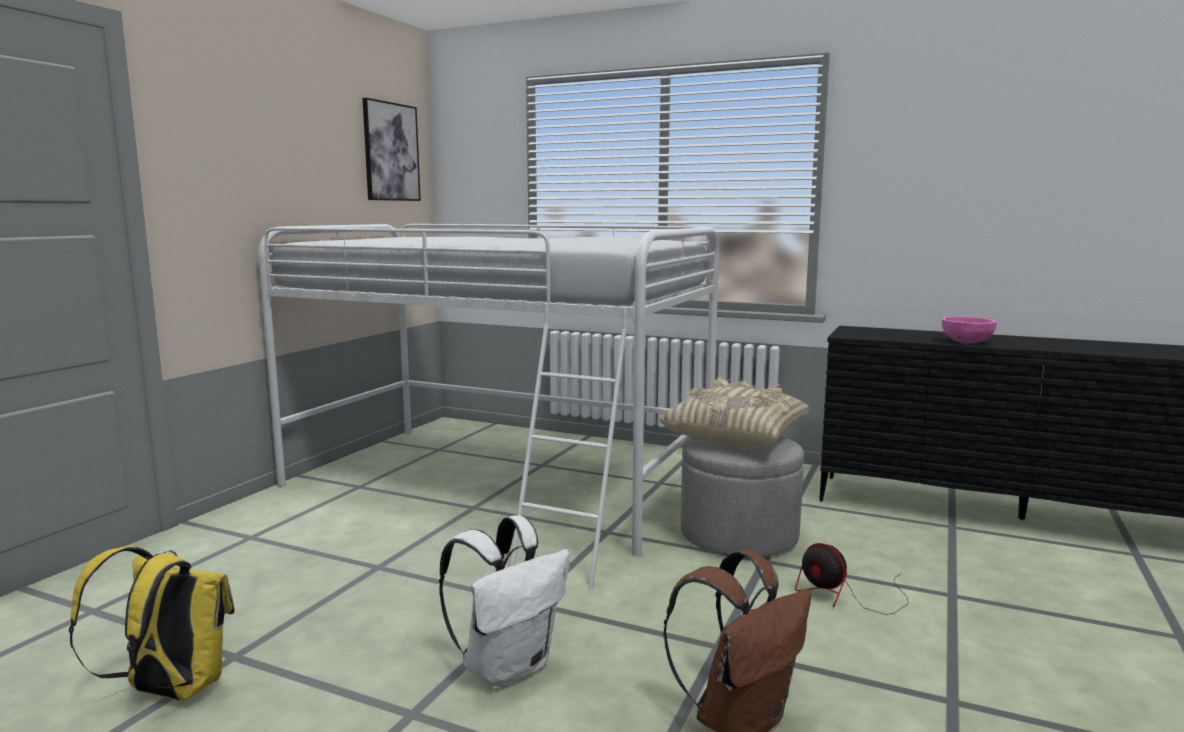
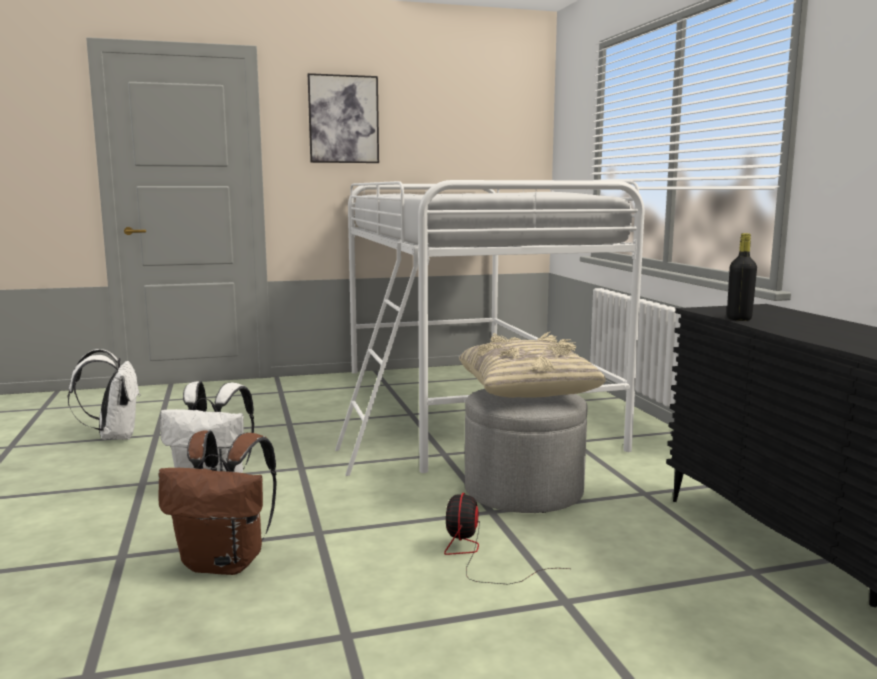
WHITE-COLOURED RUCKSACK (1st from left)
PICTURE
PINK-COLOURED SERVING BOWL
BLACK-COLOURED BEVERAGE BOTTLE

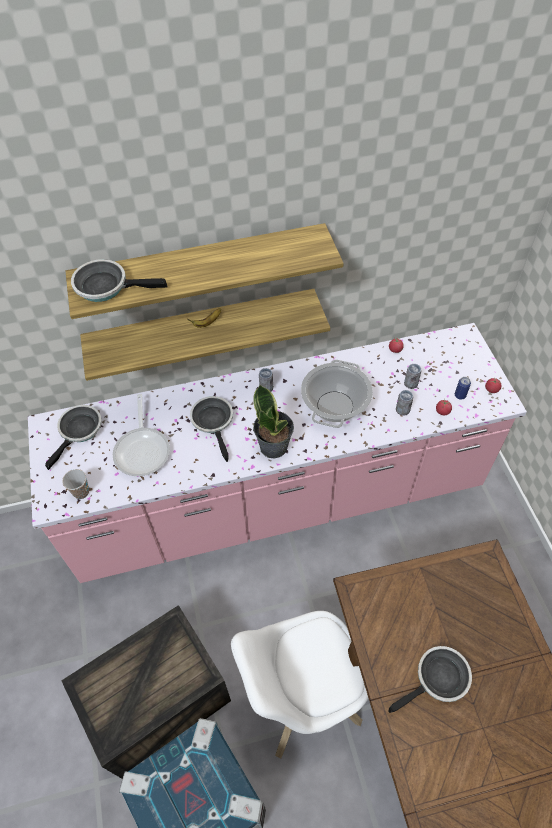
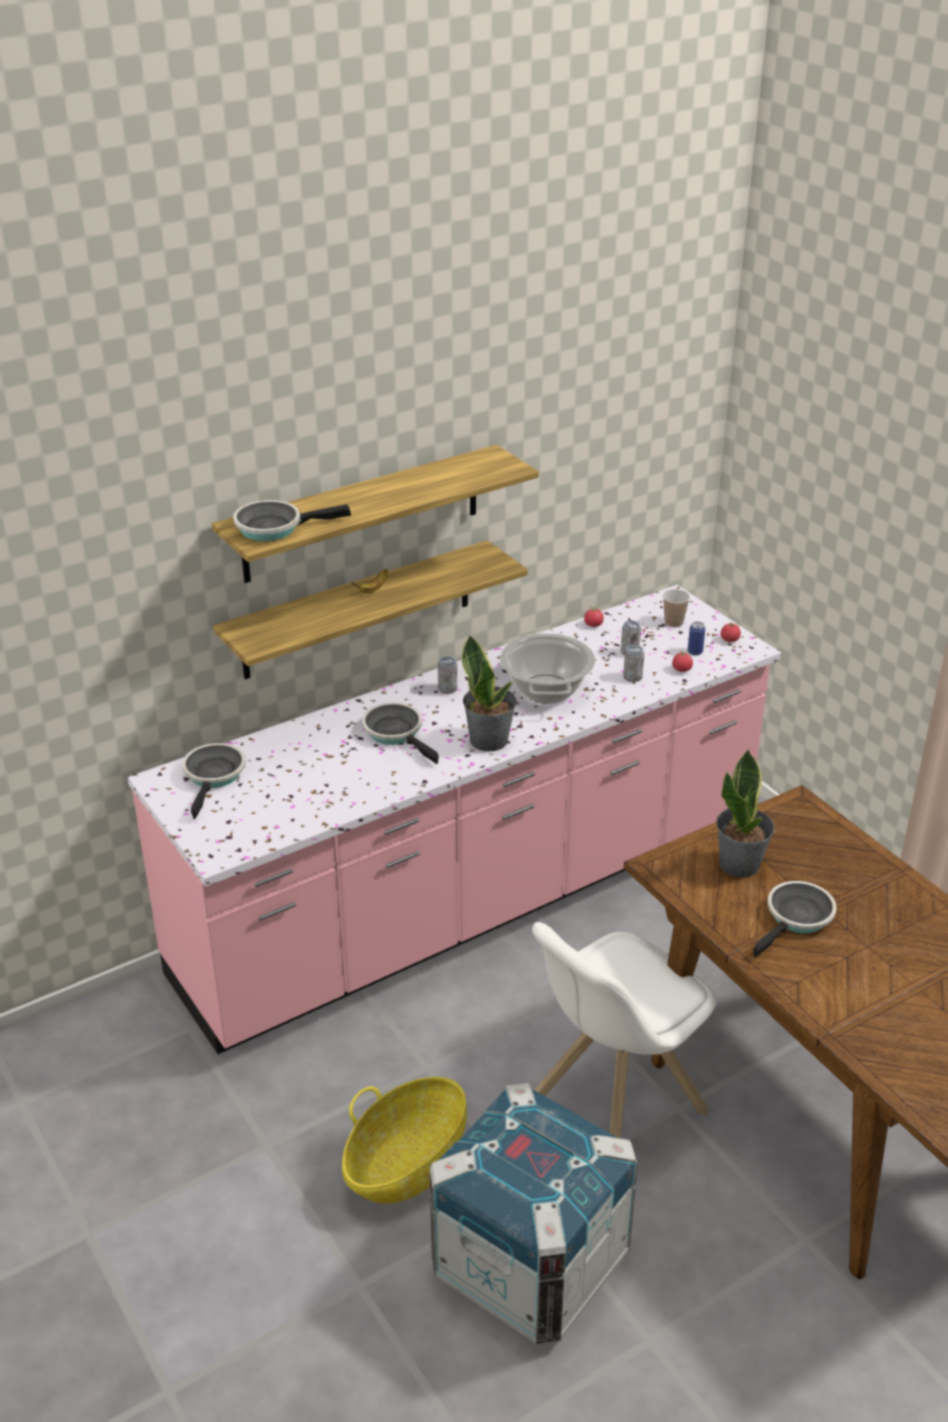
HOUSEHOLD BASKET
CUP
SKILLET (3rd from left in the first image)
PLANT IN A POT (2nd from left)

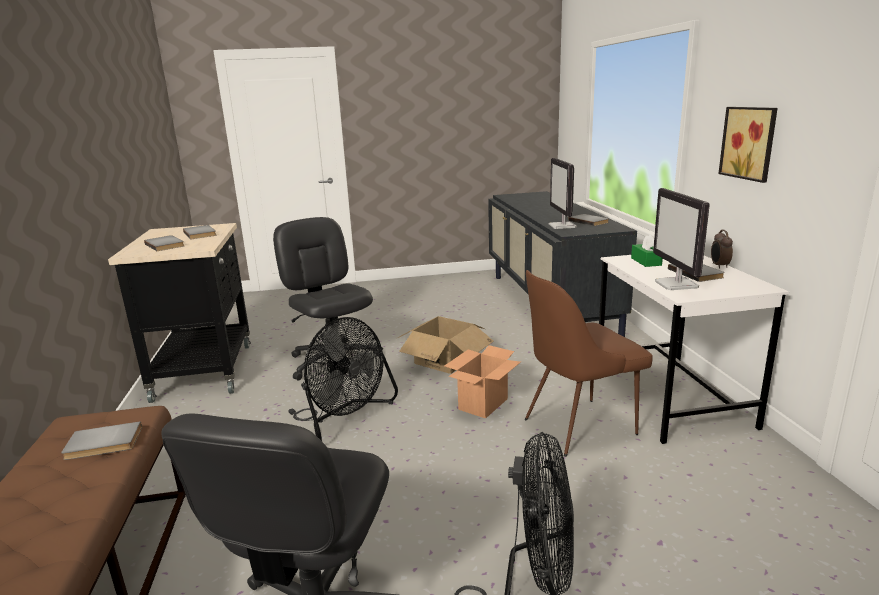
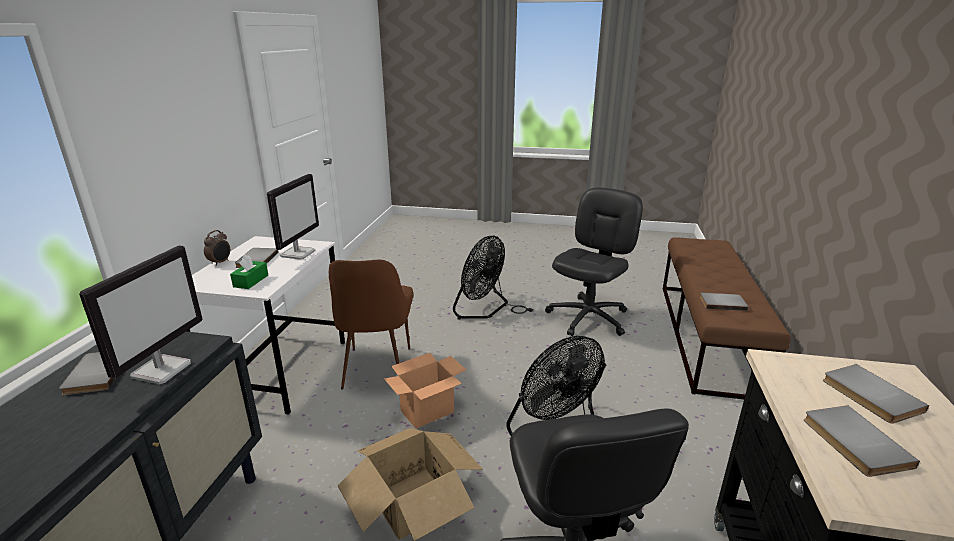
BROWN PLAIN CHAIR
PICTURE

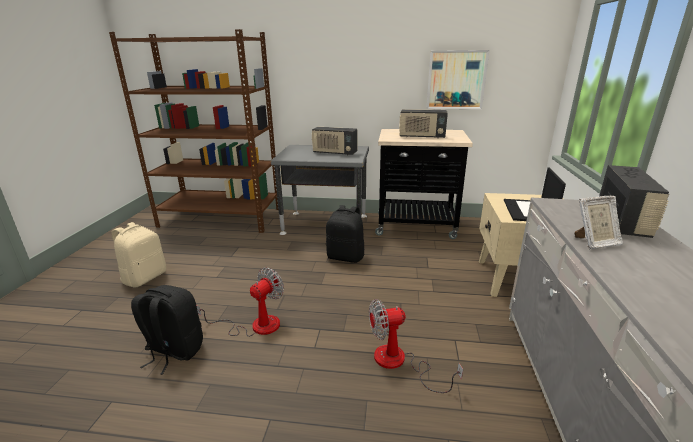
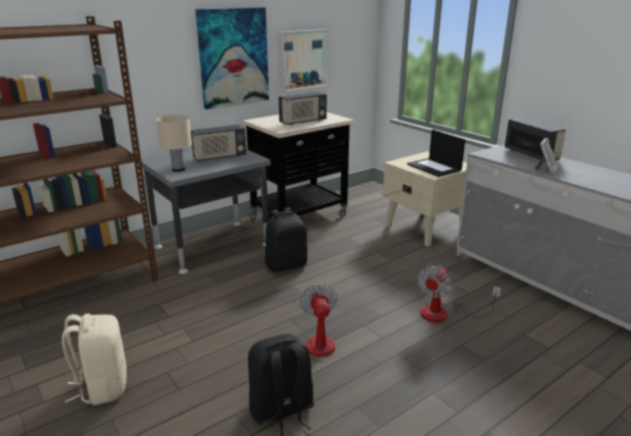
BEIGE TABLE LAMP
PICTURE (1st from left)

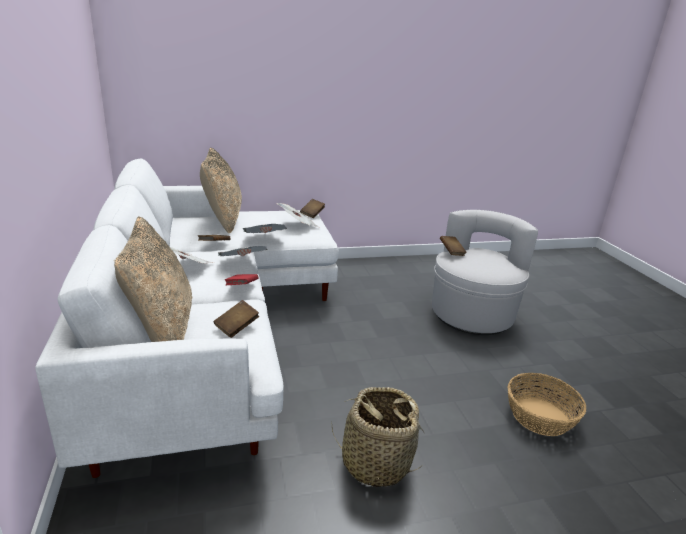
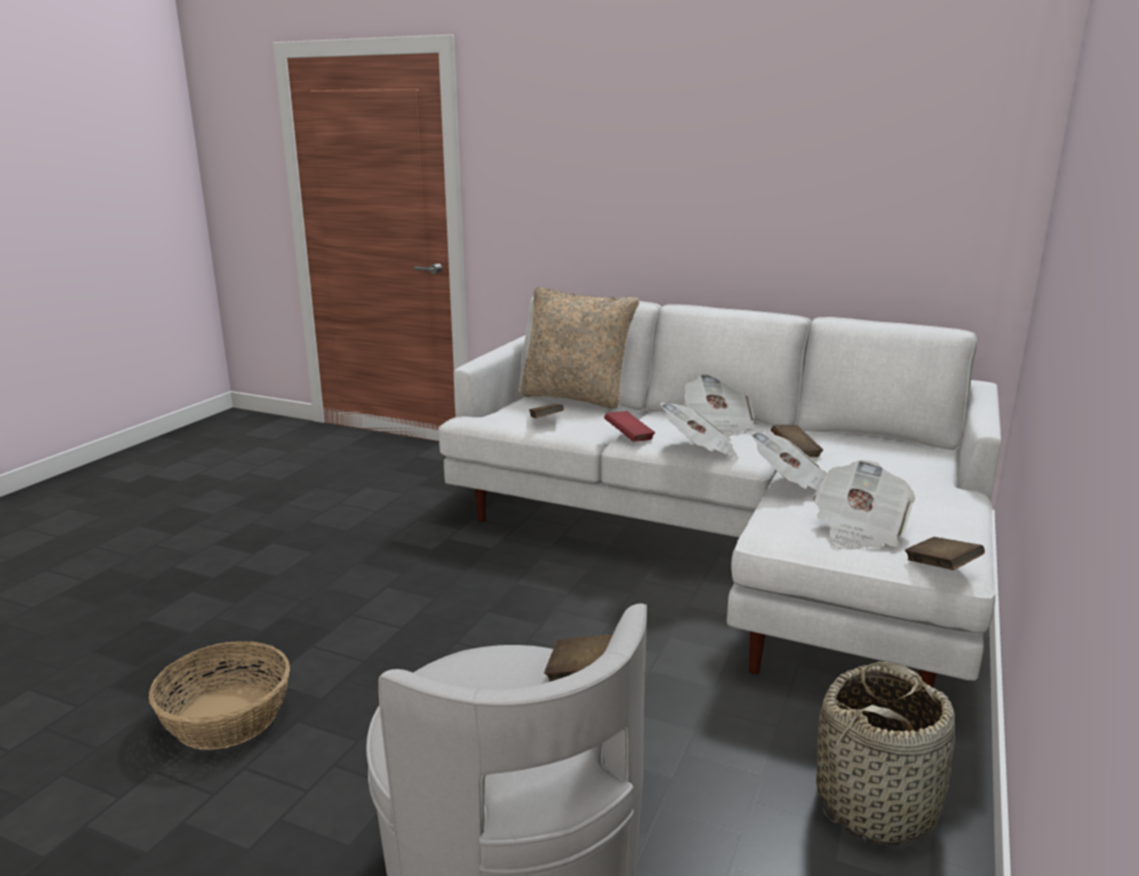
BEIGE CUSHION (2nd from left in the first image)
HOUSEHOLD BASKET (2nd from left)

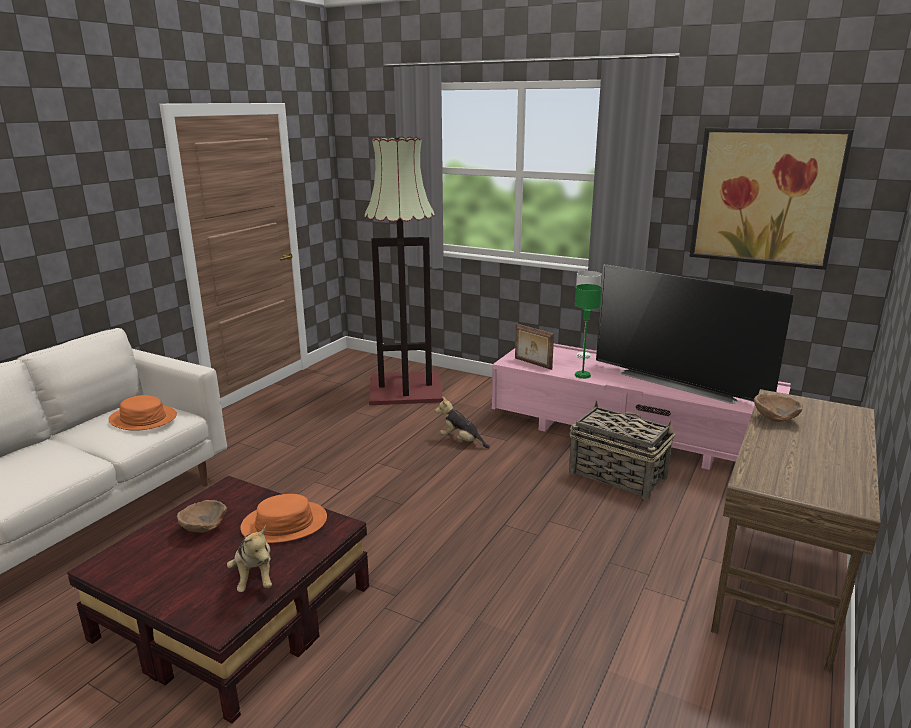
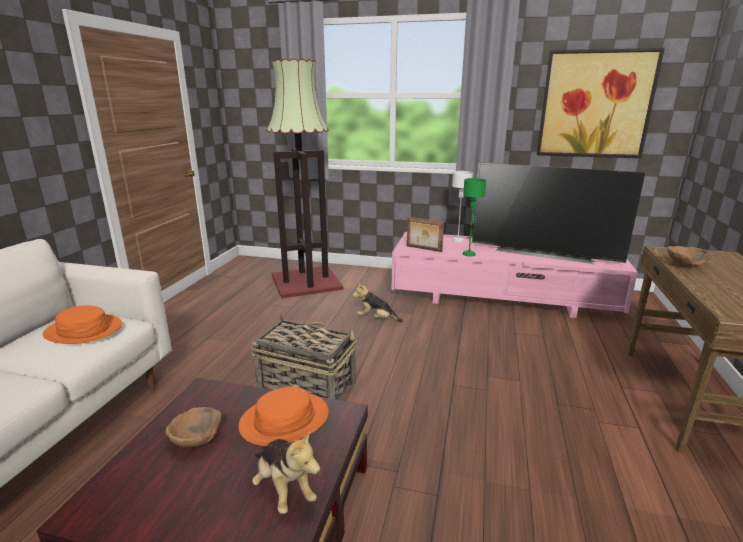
HOUSEHOLD BASKET

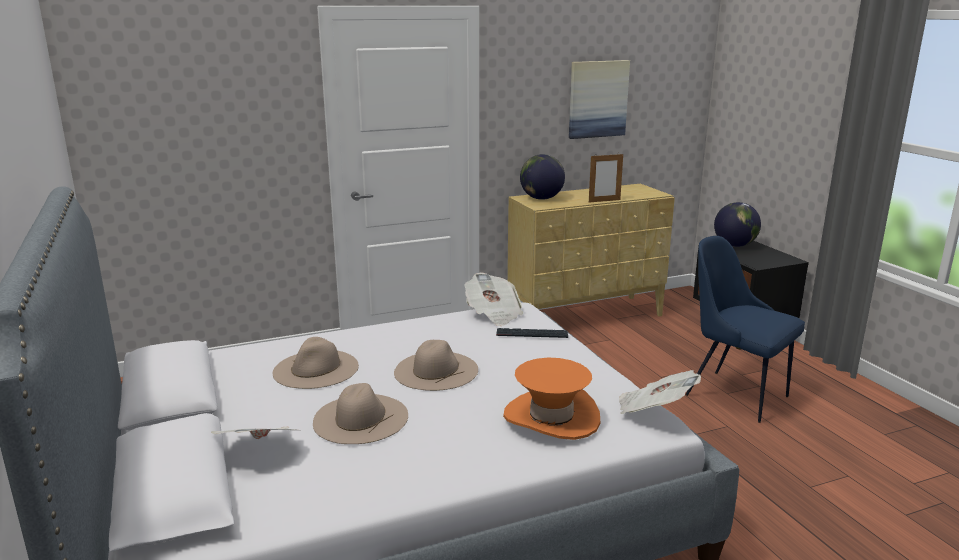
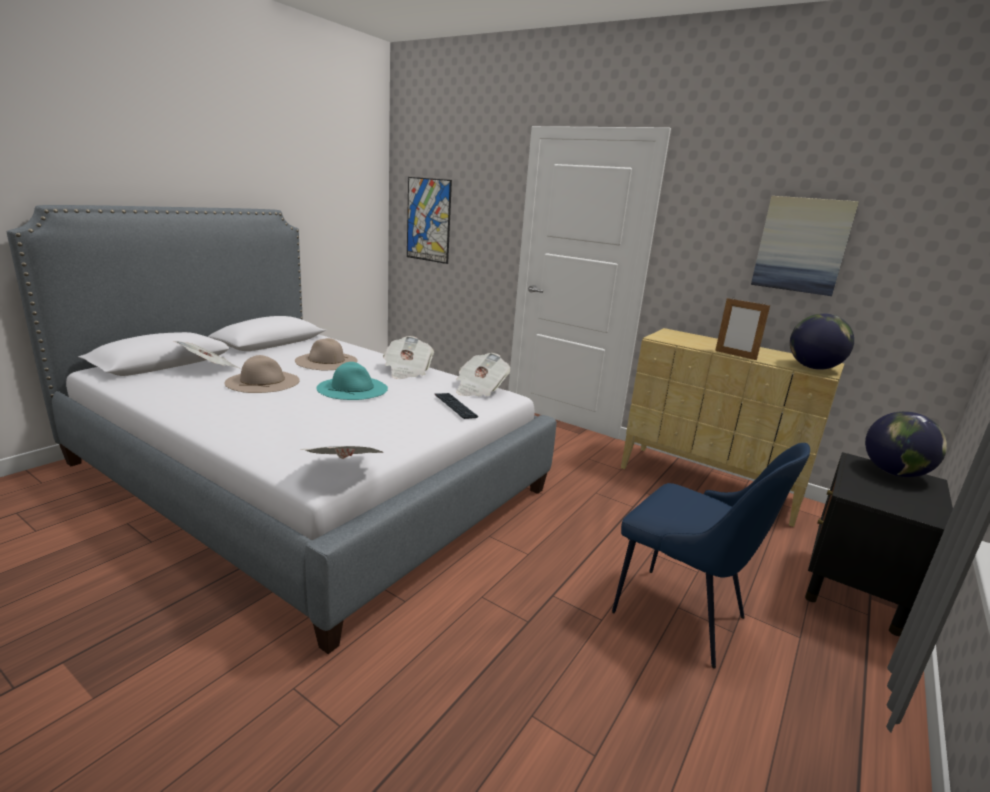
BLUE-GREEN HAT
ORANGE-COLOURED HAT
WORLD GLOBE (1st from left)
BLUE PLAIN CHAIR
PRINTED PAPER (3rd from left)
PICTURE (1st from left)

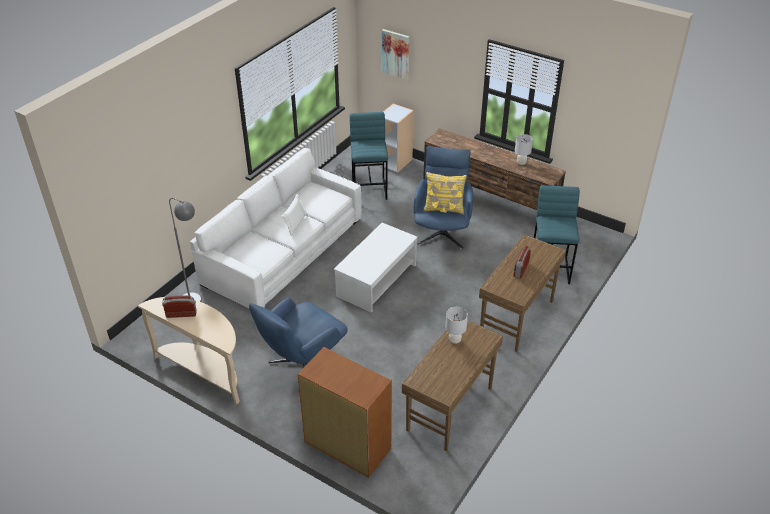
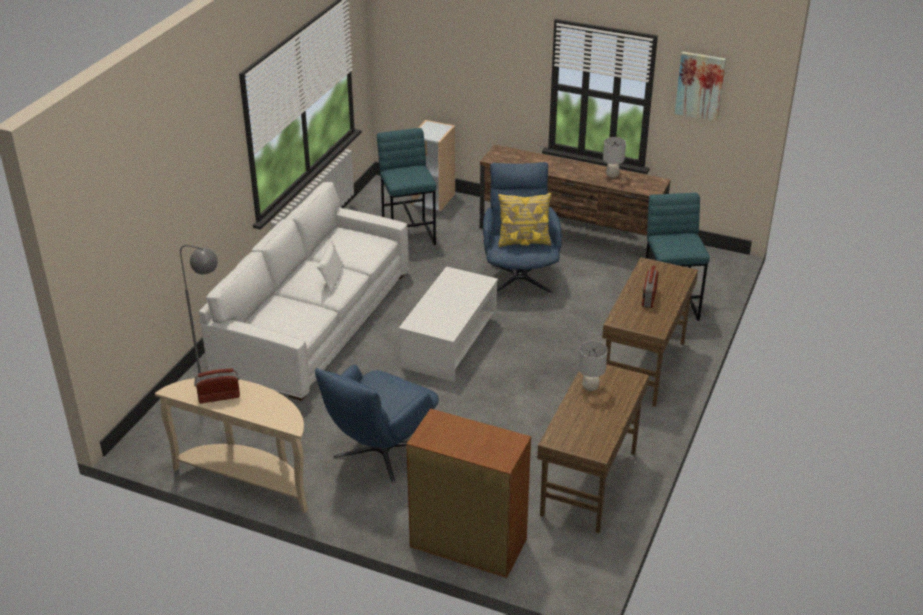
PICTURE

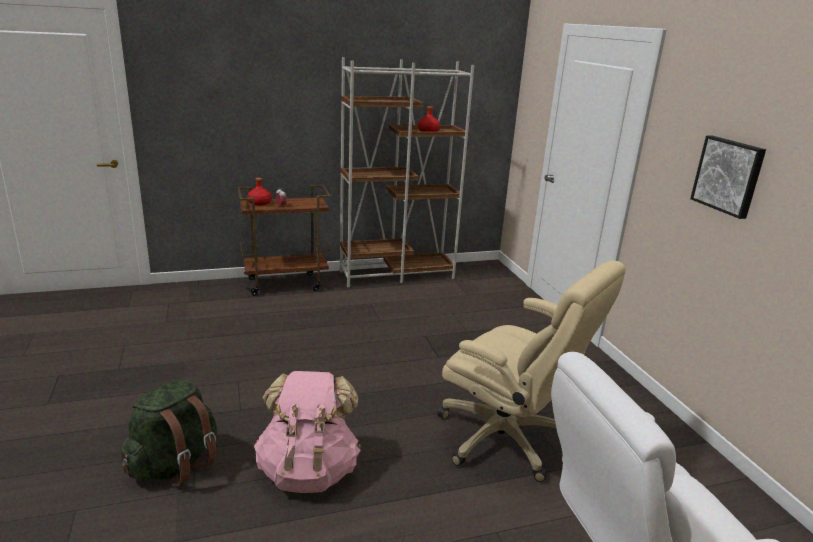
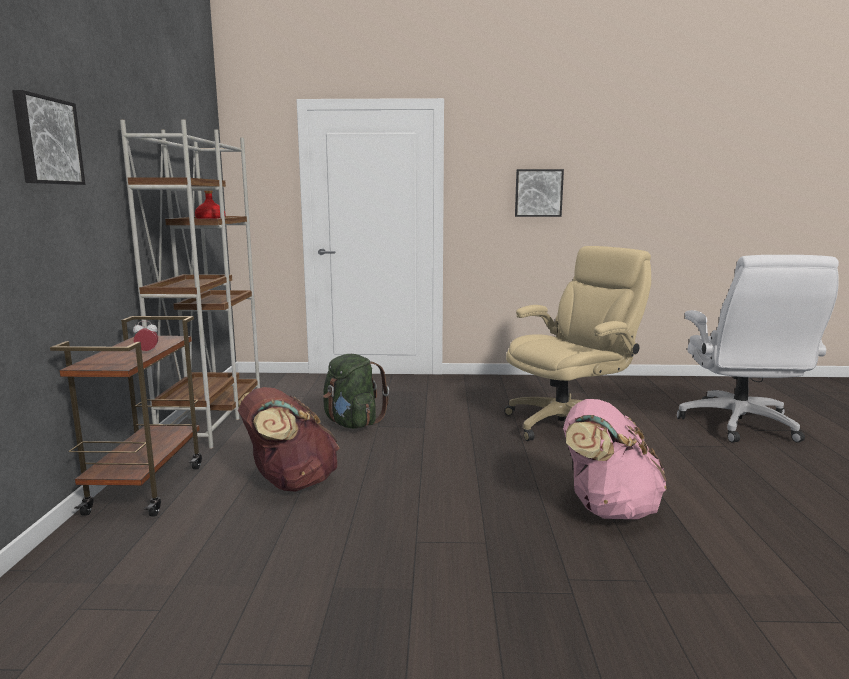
GREEN RUCKSACK
RED BEVERAGE BOTTLE (1st from left in the first image)
PICTURE (1st from left)
BROWN RUCKSACK

